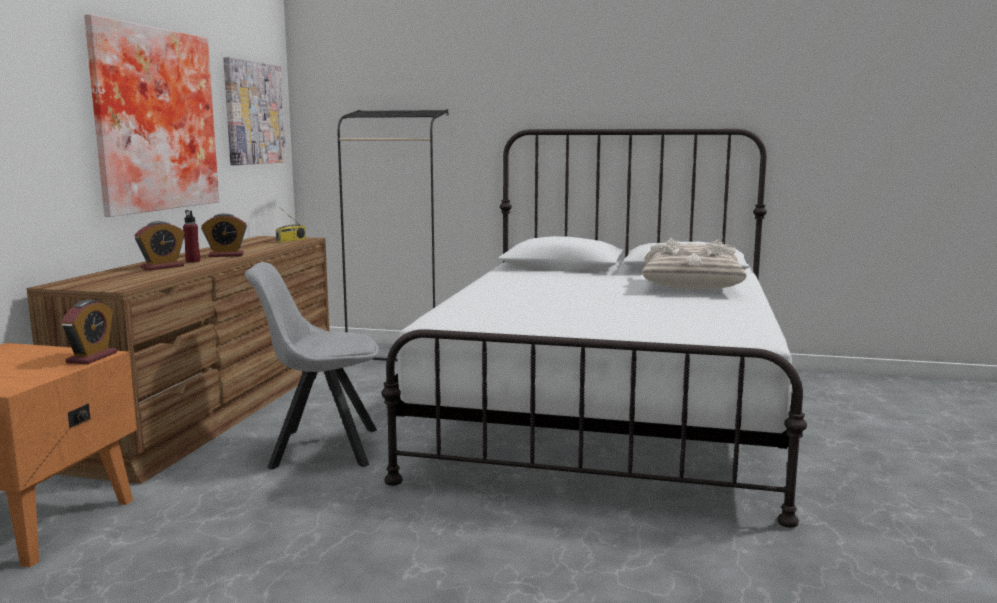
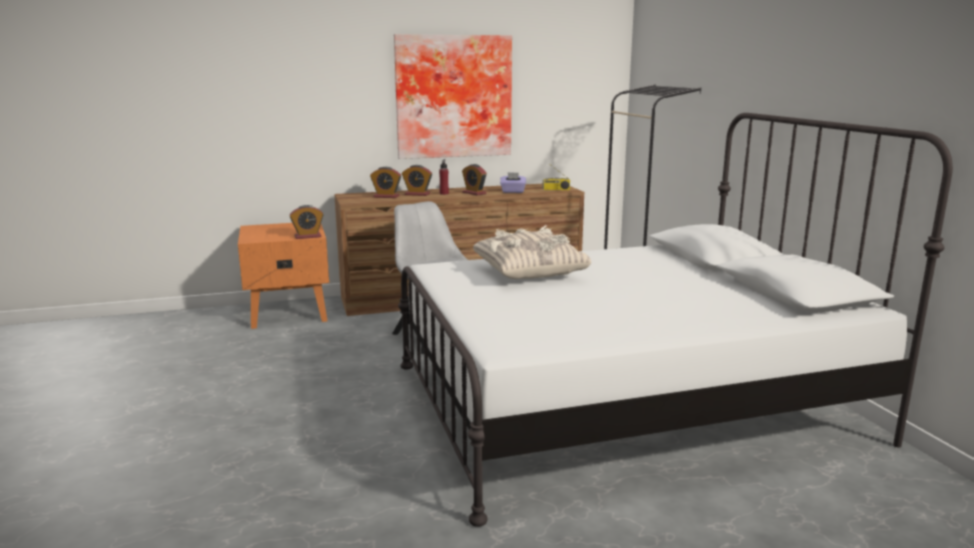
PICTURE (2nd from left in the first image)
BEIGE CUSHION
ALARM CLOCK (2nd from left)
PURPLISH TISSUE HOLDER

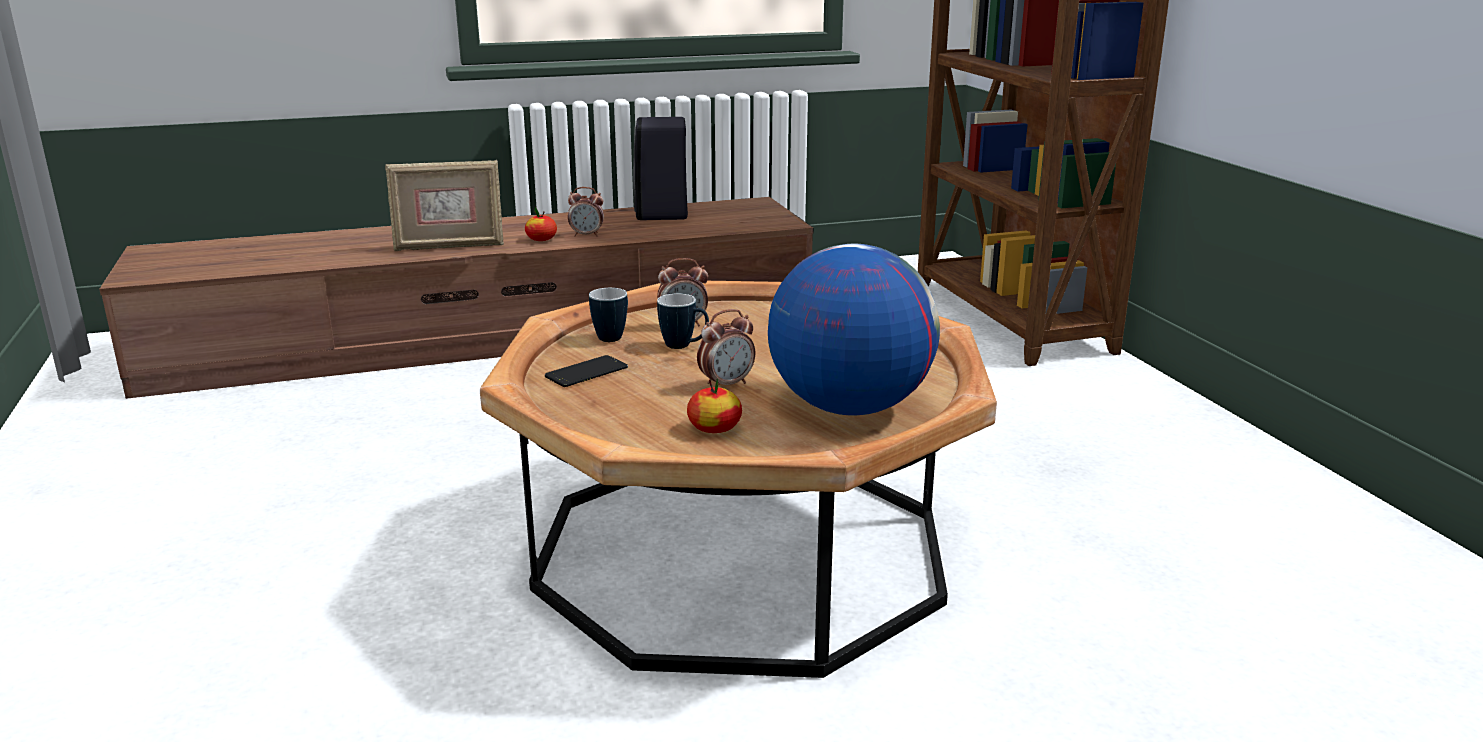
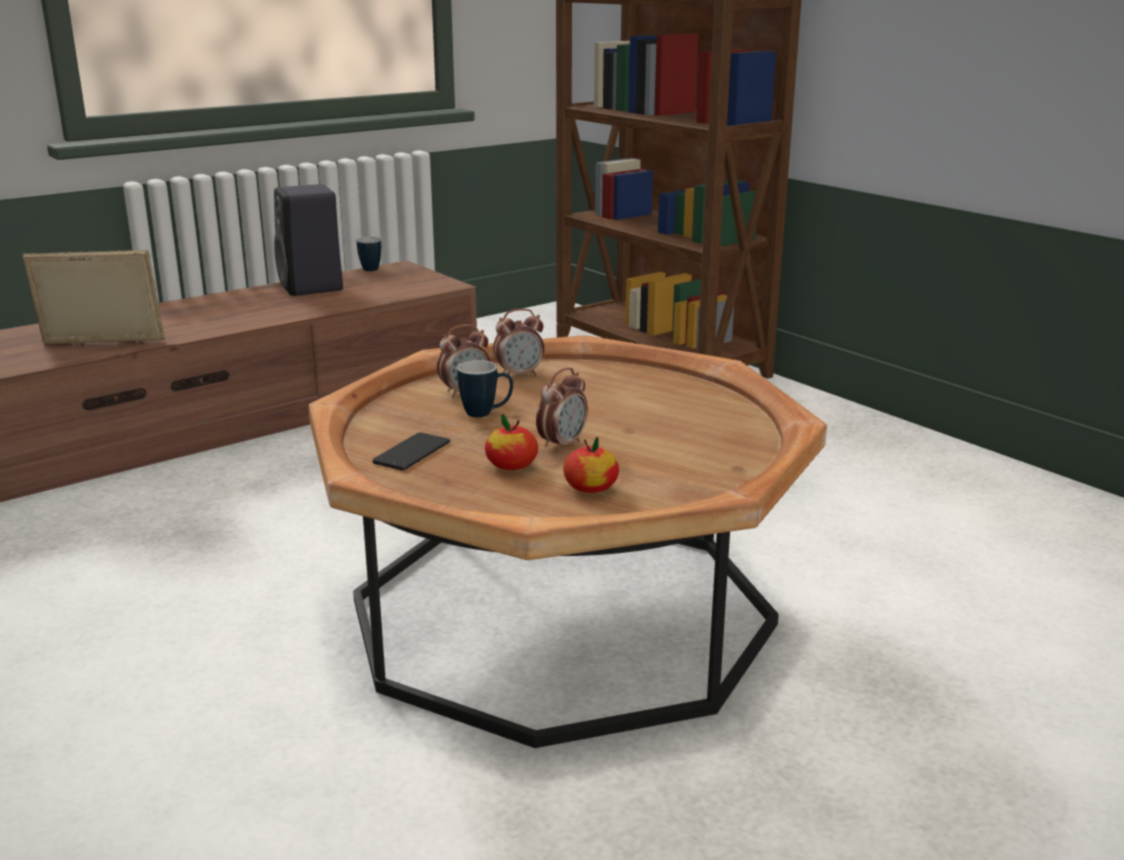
PHOTO FRAME
APPLE FRUIT (1st from left)
ALARM CLOCK (2nd from left)
TEA MUG (1st from left)
WORLD GLOBE

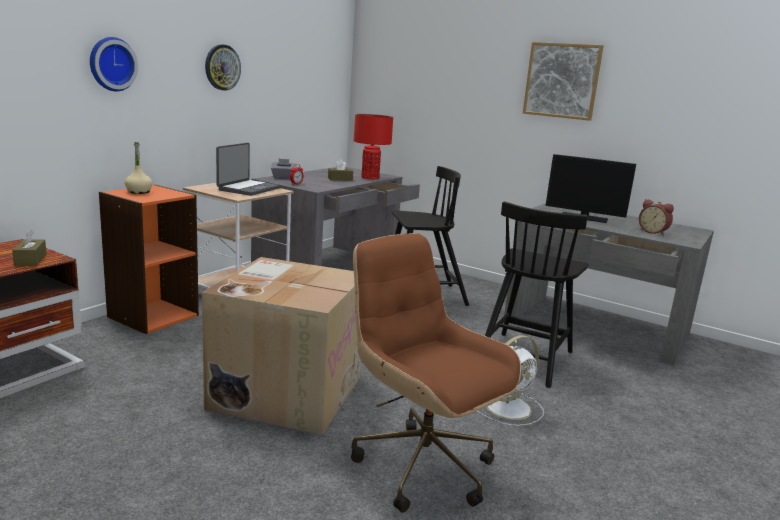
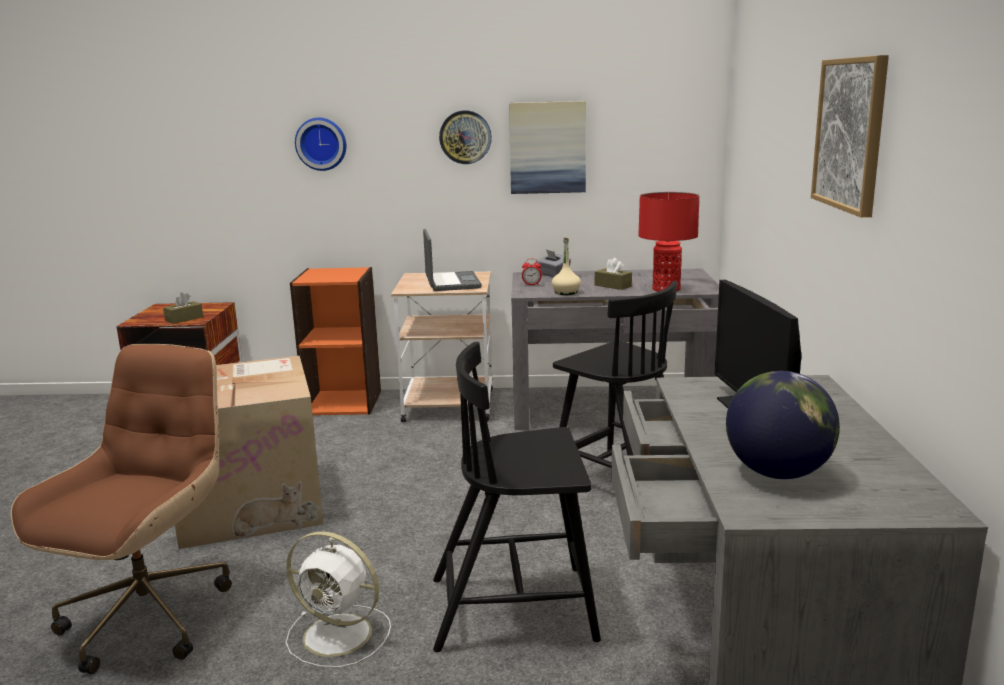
BEIGE BEVERAGE BOTTLE
PORTABLE COMPUTER
WORLD GLOBE
PICTURE (1st from left)

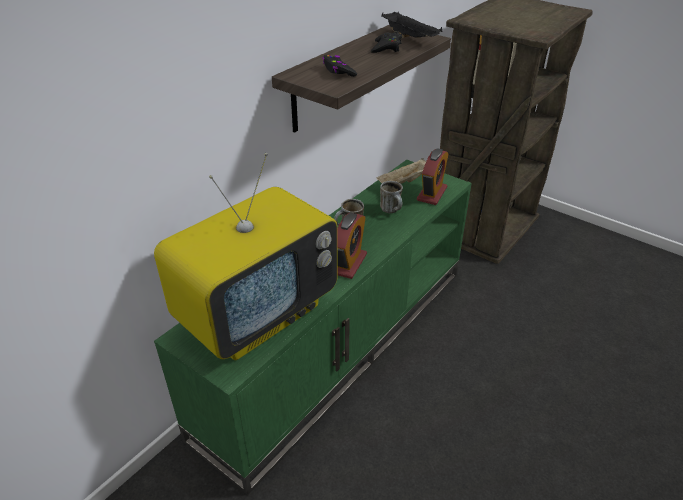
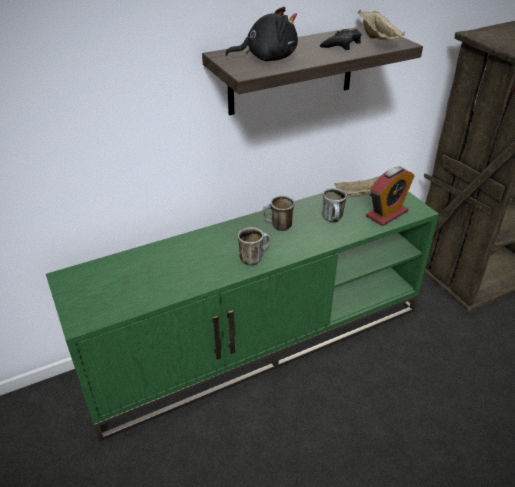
TV
BLACK-COLOURED CUDDLY TOY
TEA MUG (1st from left)
BEIGE SERVING TRAY (2nd from left)

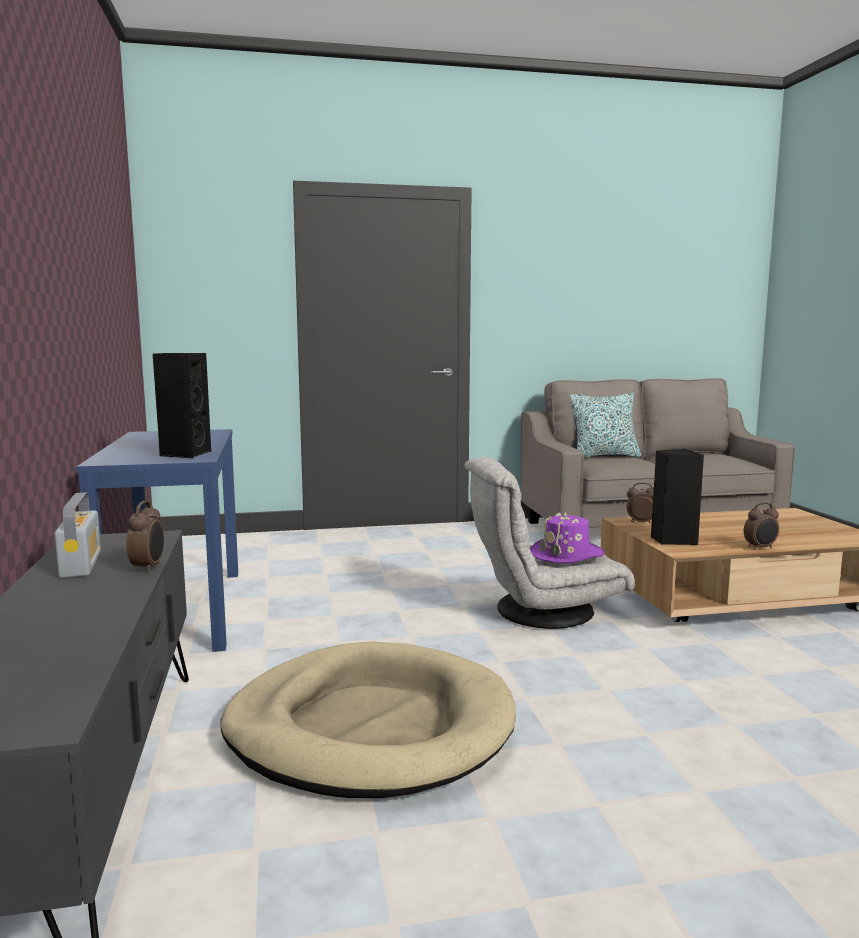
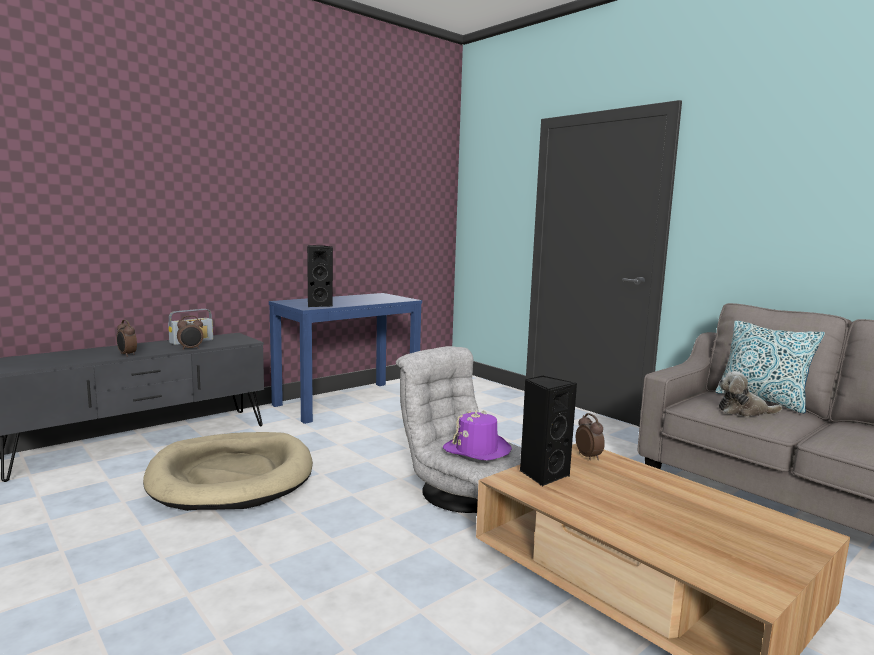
ALARM CLOCK (1st from left)
CUDDLY TOY

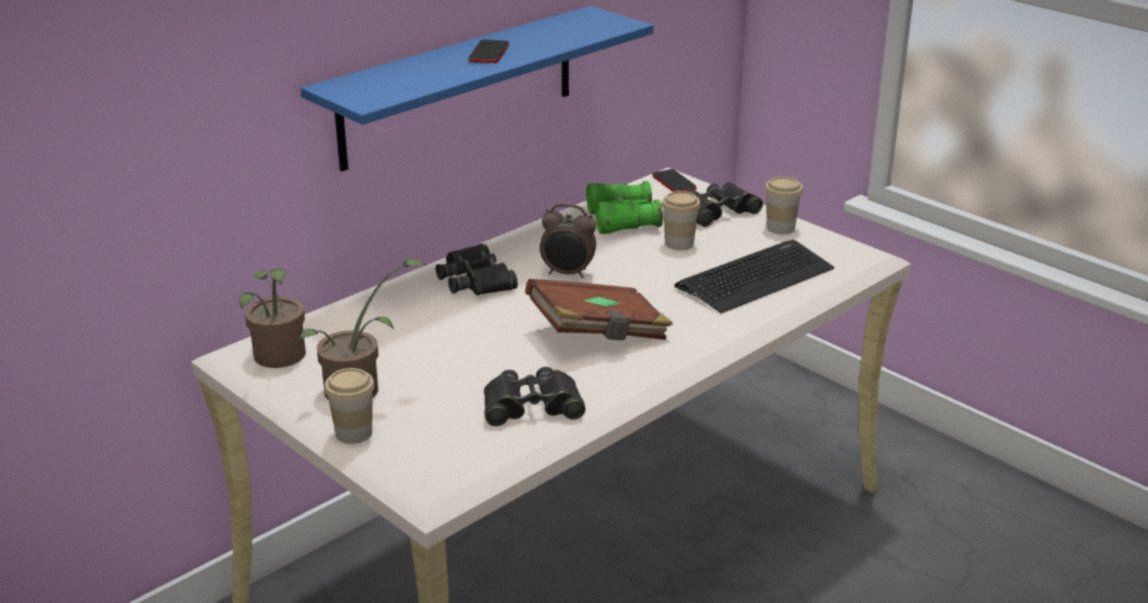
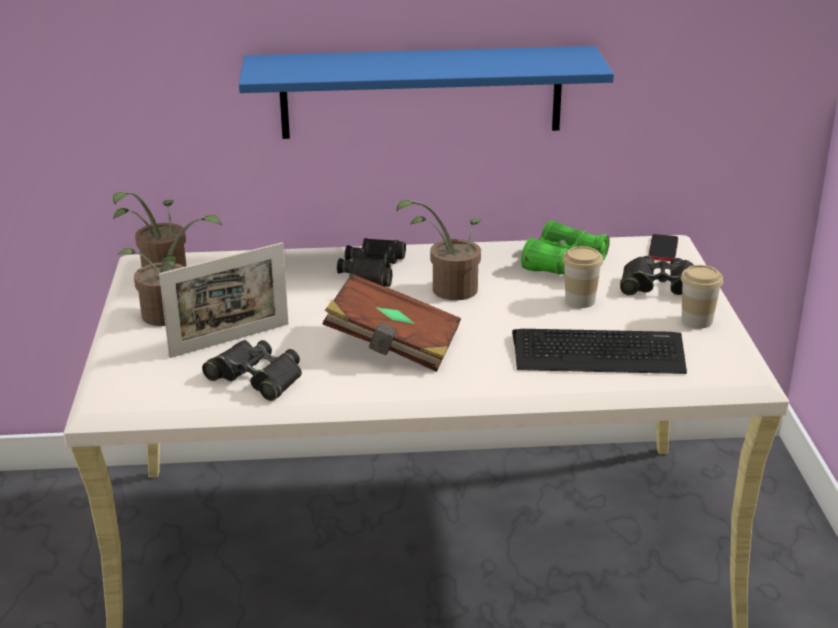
CUP (1st from left in the first image)
HANDSET (1st from left in the first image)
PLANT IN A POT (3rd from left)
PHOTO FRAME

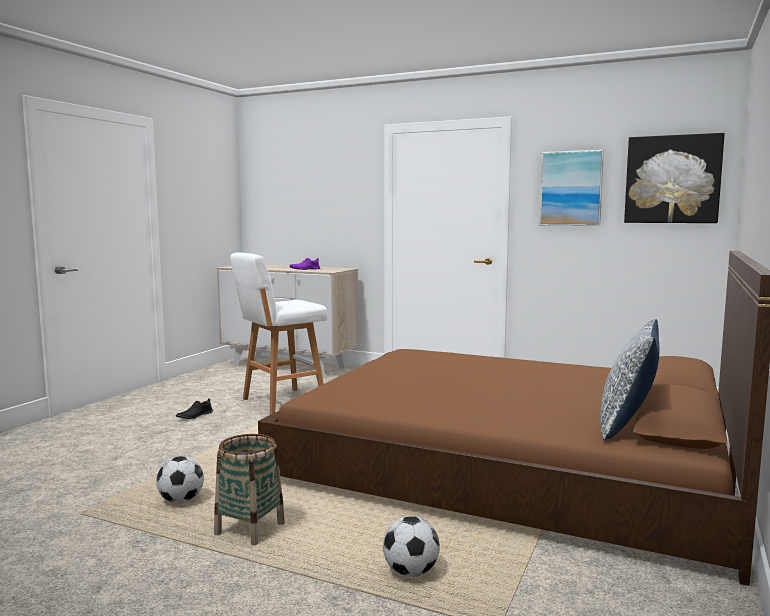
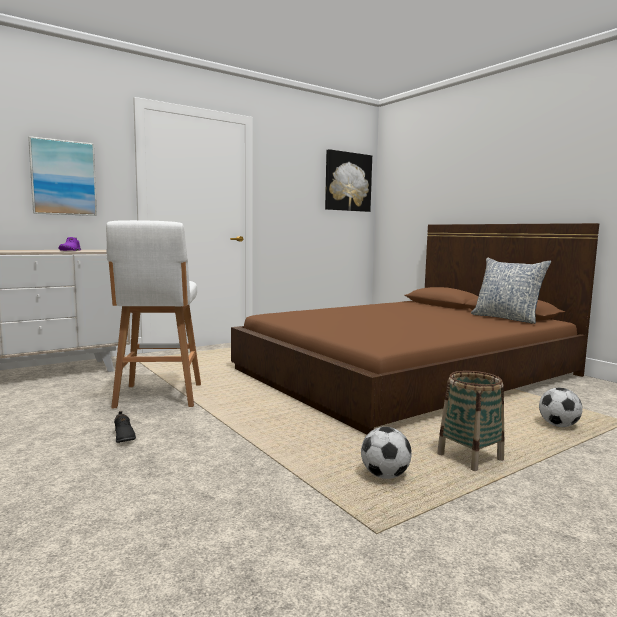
PICTURE (1st from left)

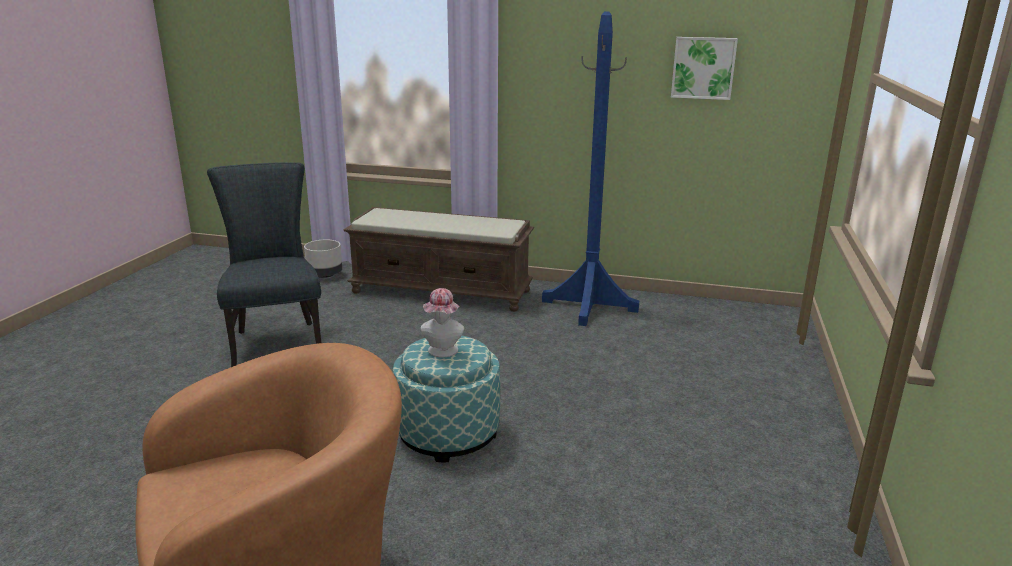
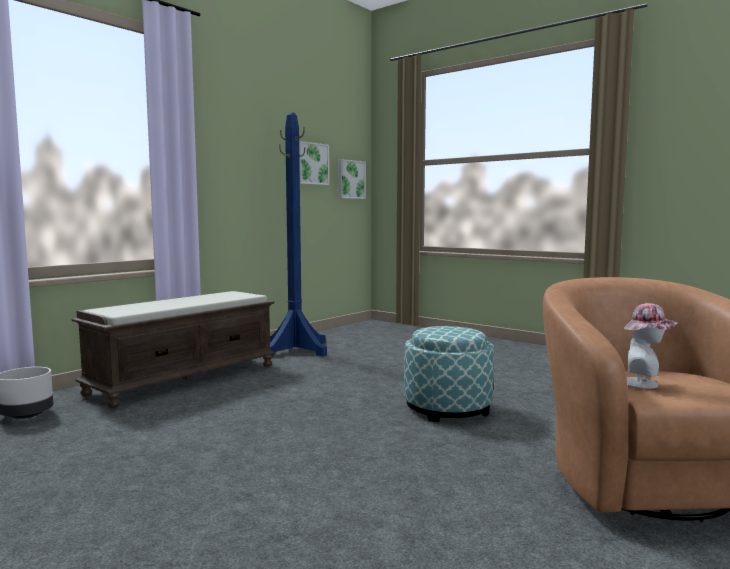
GREY PLAIN CHAIR
HAT
PICTURE (2nd from left)

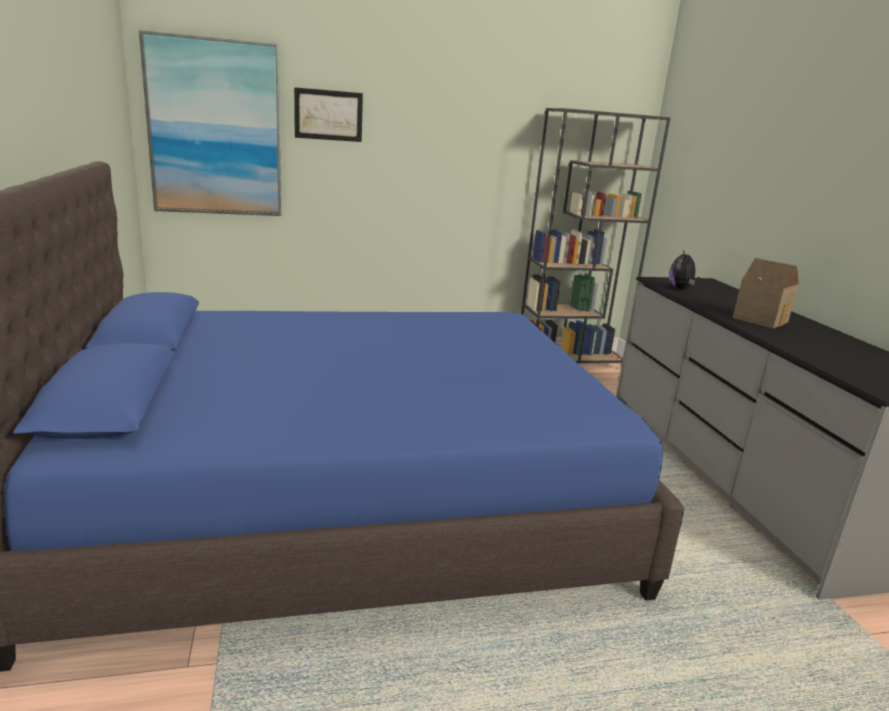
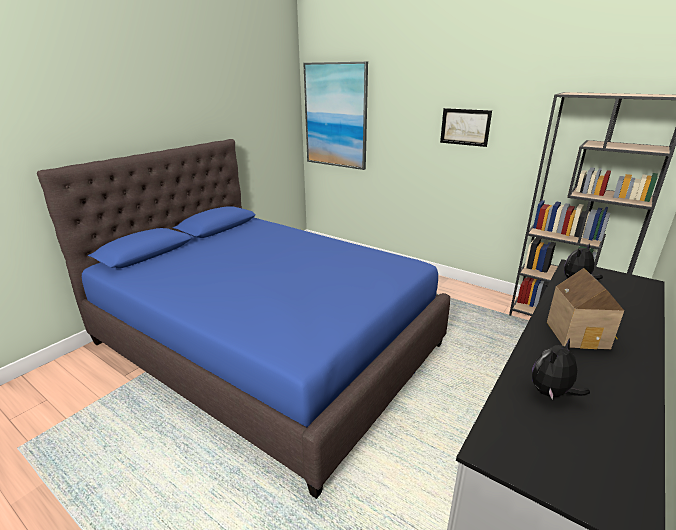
PICTURE (2nd from left)
CUDDLY TOY (1st from left)

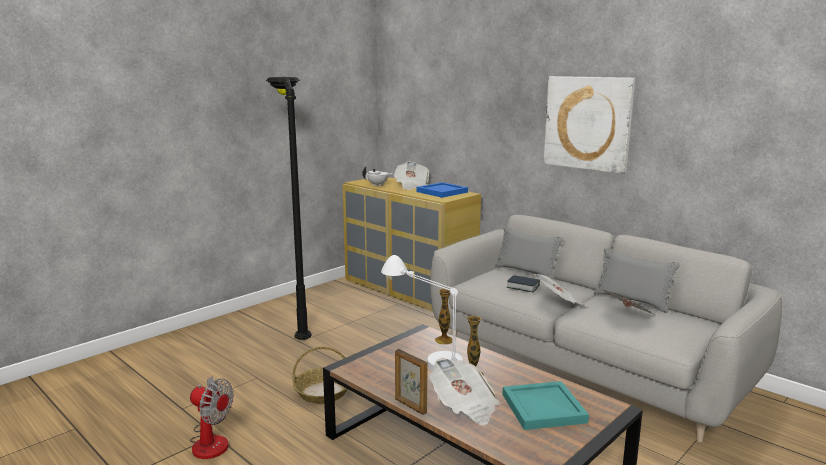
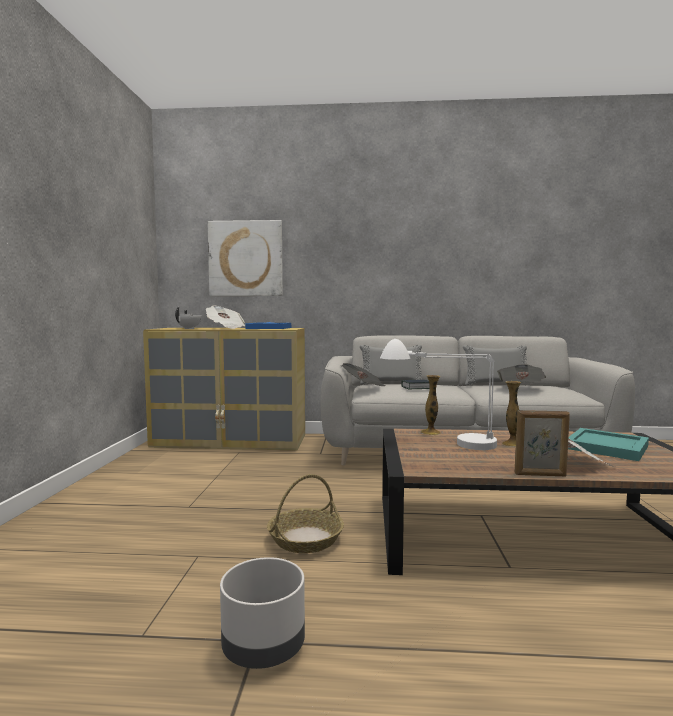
GREY FLOWER POT
BLACK-COLOURED FLOOR LAMP
PRINTED PAPER (2nd from left)
PICTURE

